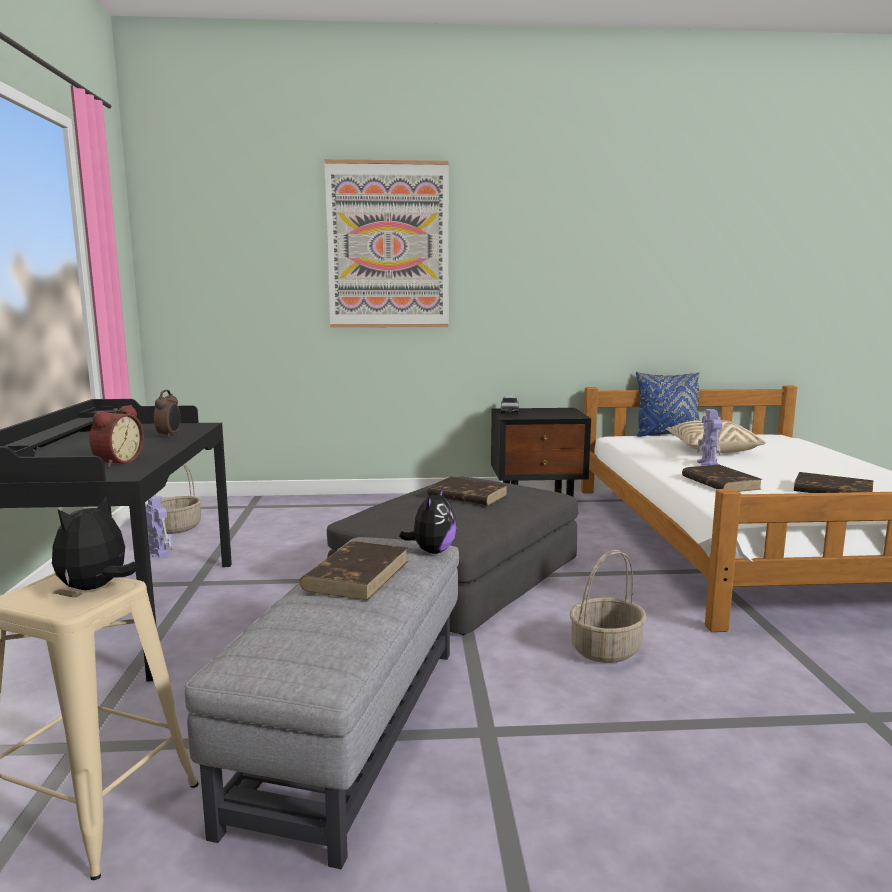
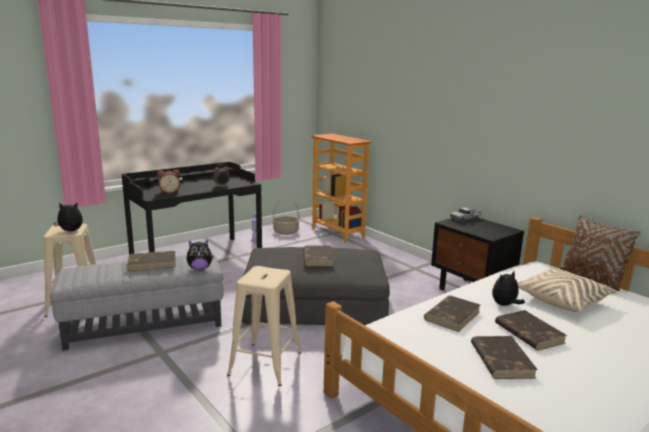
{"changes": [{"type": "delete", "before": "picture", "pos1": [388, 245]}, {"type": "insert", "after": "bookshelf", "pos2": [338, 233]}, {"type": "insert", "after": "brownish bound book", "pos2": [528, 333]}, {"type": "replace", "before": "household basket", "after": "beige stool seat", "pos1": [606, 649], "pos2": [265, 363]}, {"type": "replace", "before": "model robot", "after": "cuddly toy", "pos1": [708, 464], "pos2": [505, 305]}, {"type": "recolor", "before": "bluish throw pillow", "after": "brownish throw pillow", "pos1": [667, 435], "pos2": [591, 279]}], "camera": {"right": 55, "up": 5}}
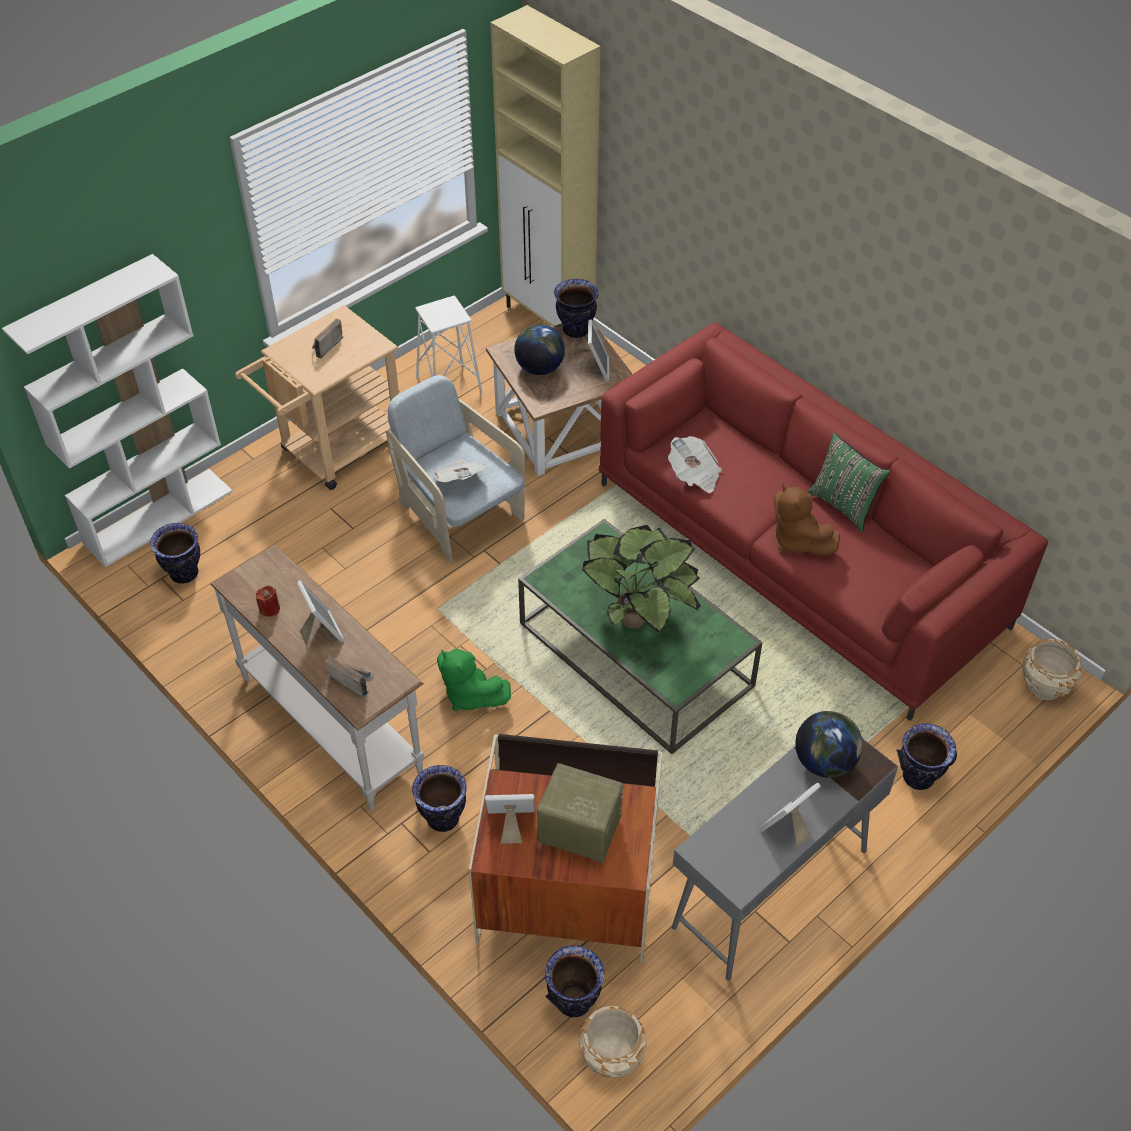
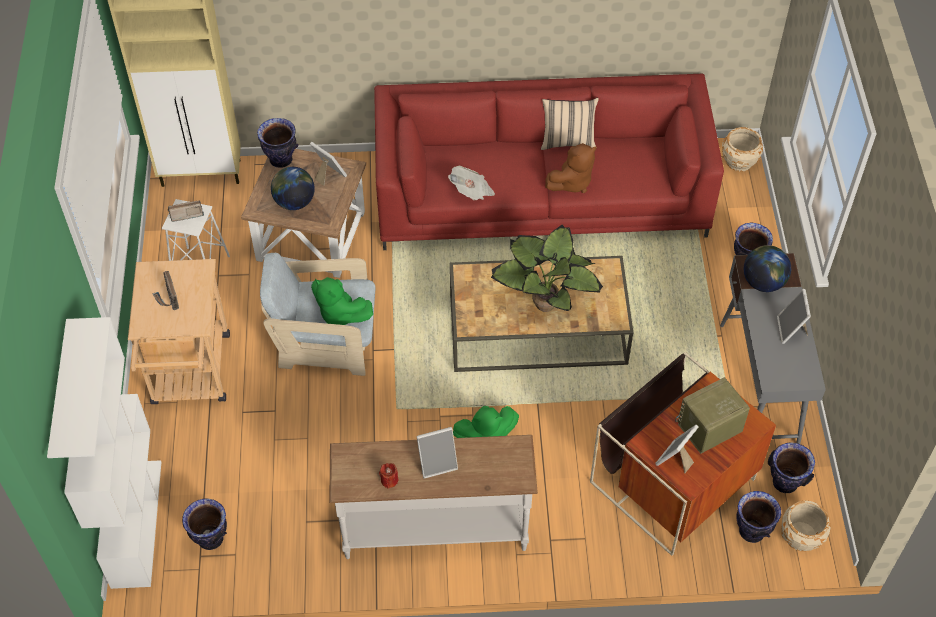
{"changes": [{"type": "move", "before": "radio", "pos1": [351, 679], "pos2": [185, 214]}, {"type": "move", "before": "decorative vase", "pos1": [442, 818], "pos2": [784, 483]}, {"type": "replace", "before": "printed paper", "after": "greenish cuddly toy", "pos1": [460, 480], "pos2": [339, 314]}, {"type": "recolor", "before": "greenish low table", "after": "brownish low table", "pos1": [636, 654], "pos2": [537, 329]}, {"type": "recolor", "before": "greenish throw pillow", "after": "beige throw pillow", "pos1": [844, 505], "pos2": [567, 141]}, {"type": "rotate", "before": "standing frame", "pos1": [321, 631], "pos2": [437, 463], "turn": 150}, {"type": "rotate", "before": "brownish cuddly toy", "pos1": [797, 540], "pos2": [572, 182], "turn": -45}], "camera": {"right": -50, "up": 5}}
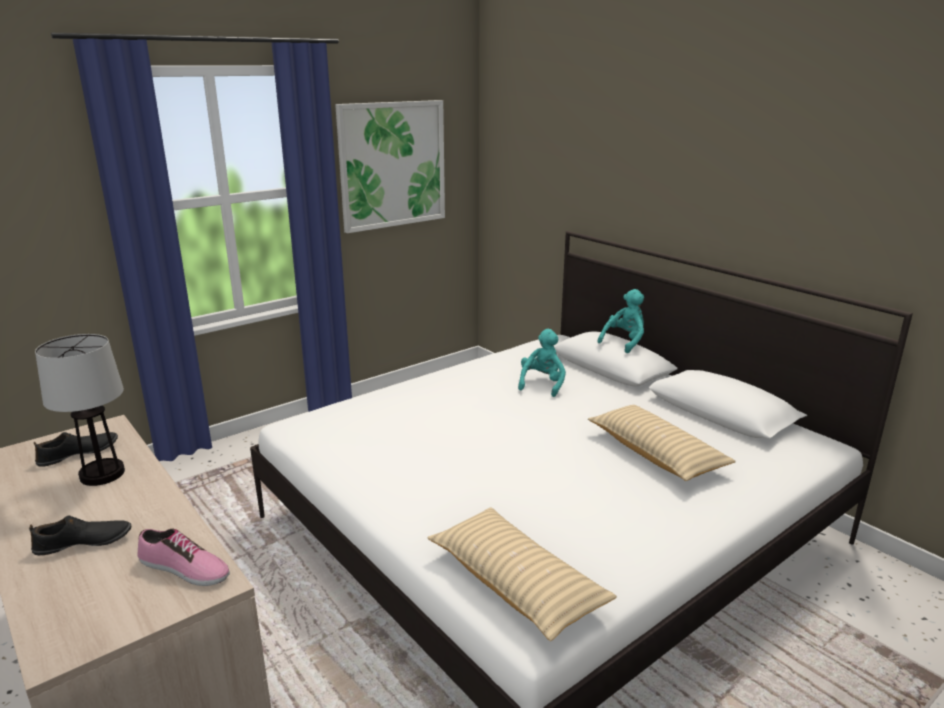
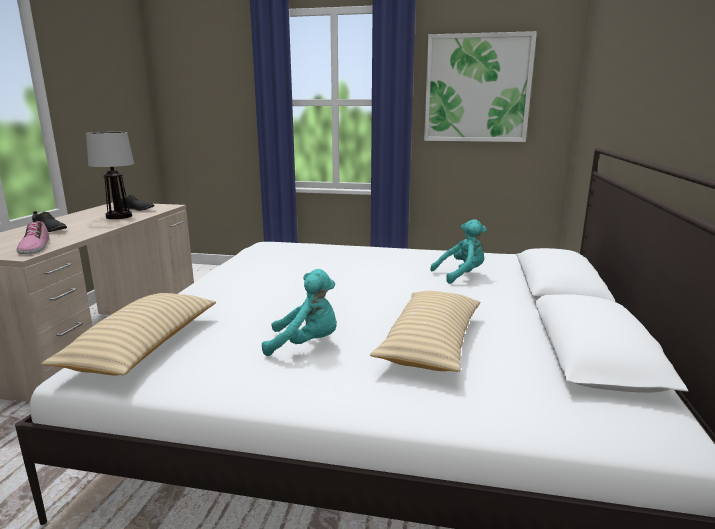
{"changes": [{"type": "move", "before": "turquoise cuddly toy", "pos1": [624, 342], "pos2": [306, 344]}], "camera": {"right": 50, "up": -5}}
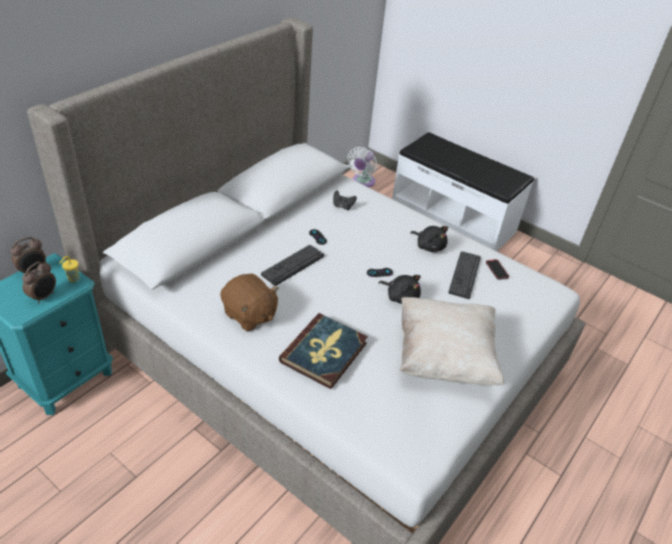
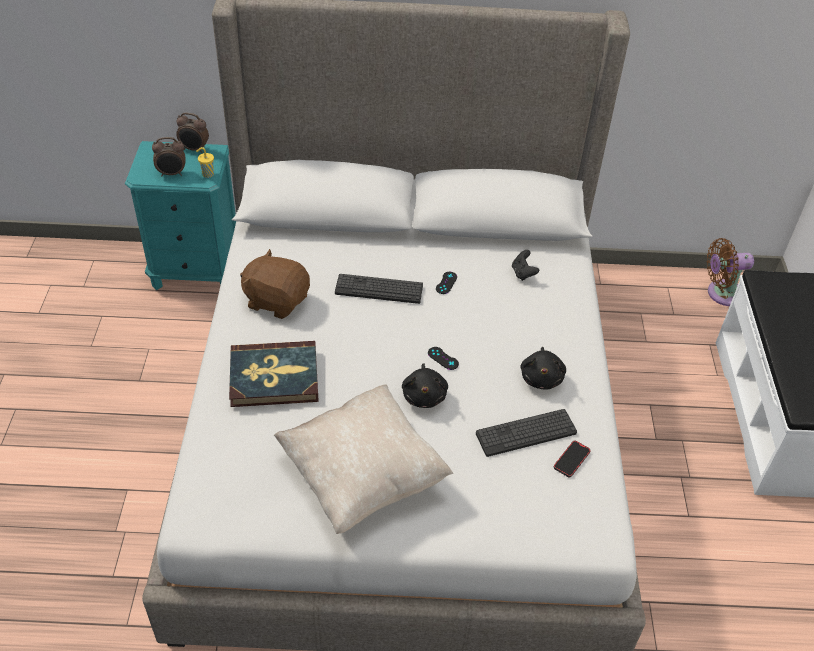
{"changes": [{"type": "recolor", "before": "whitish fan", "after": "brownish fan", "pos1": [362, 182], "pos2": [721, 293]}, {"type": "rotate", "before": "brownish cuddly toy", "pos1": [249, 315], "pos2": [276, 300], "turn": 105}], "camera": {"right": 55, "up": 5}}
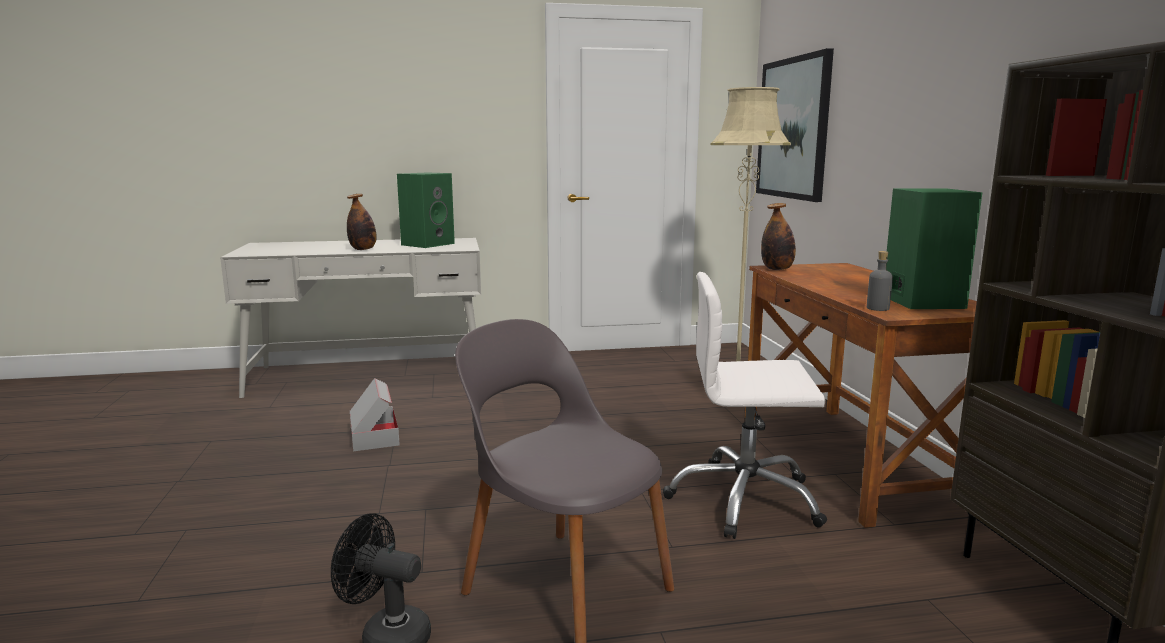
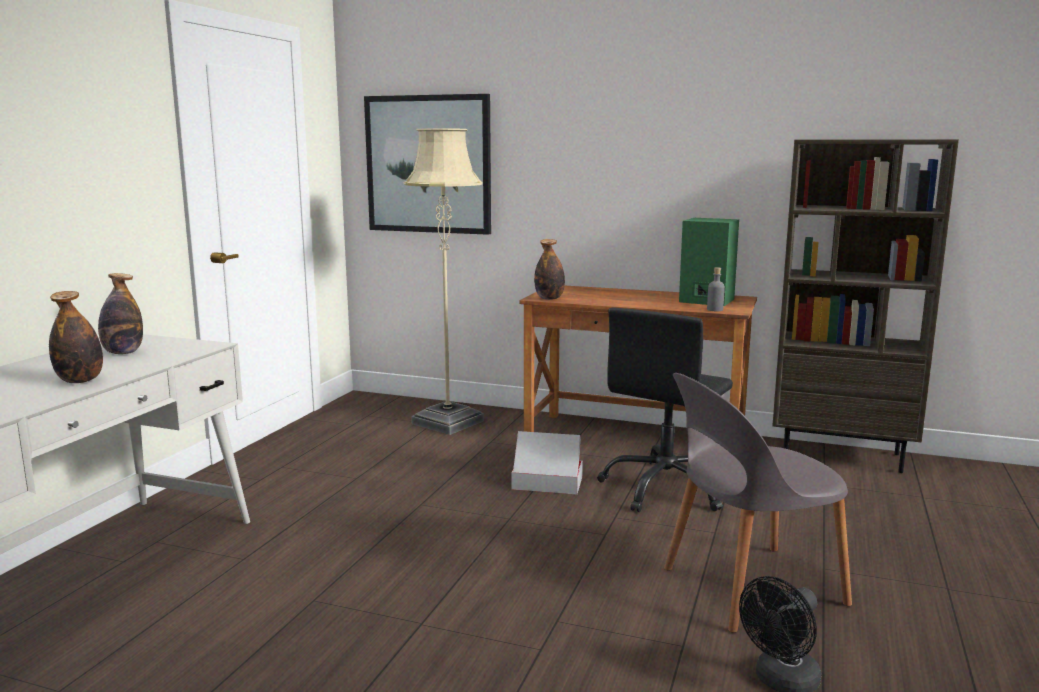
{"changes": [{"type": "move", "before": "cardboard box", "pos1": [374, 435], "pos2": [547, 483]}, {"type": "replace", "before": "greenish loudspeaker", "after": "drink bottle", "pos1": [428, 244], "pos2": [123, 353]}, {"type": "recolor", "before": "whitish computer chair", "after": "blackish computer chair", "pos1": [744, 500], "pos2": [665, 488]}], "camera": {"right": -60, "up": 0}}
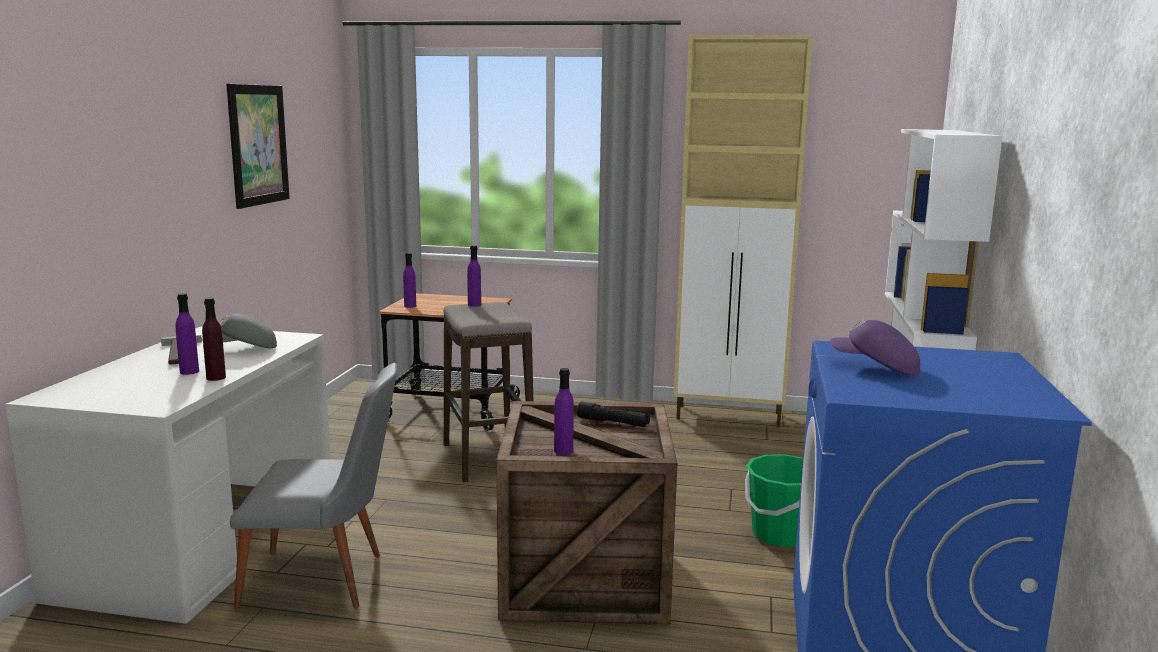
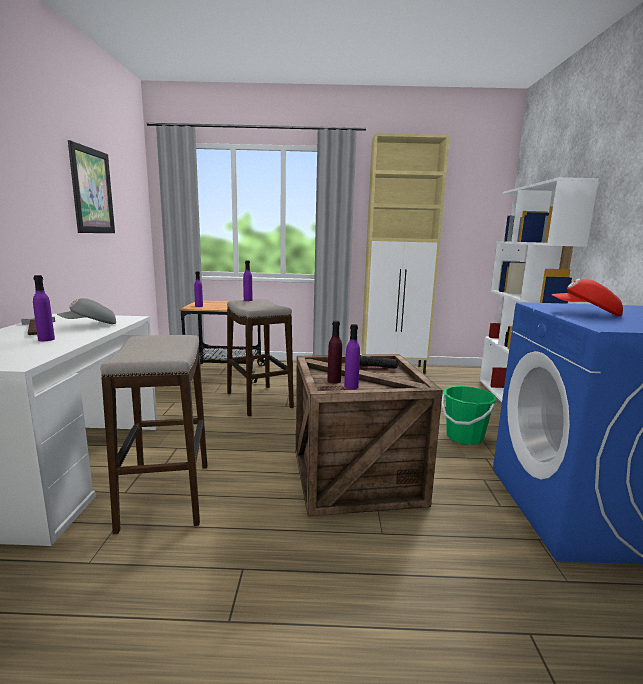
{"changes": [{"type": "move", "before": "purple-coloured drink bottle", "pos1": [216, 378], "pos2": [334, 381]}, {"type": "replace", "before": "greyish chair", "after": "stool seat", "pos1": [327, 581], "pos2": [166, 496]}, {"type": "recolor", "before": "purple-coloured peaked cap", "after": "red-coloured peaked cap", "pos1": [875, 368], "pos2": [585, 313]}], "camera": {"right": -10, "up": 0}}
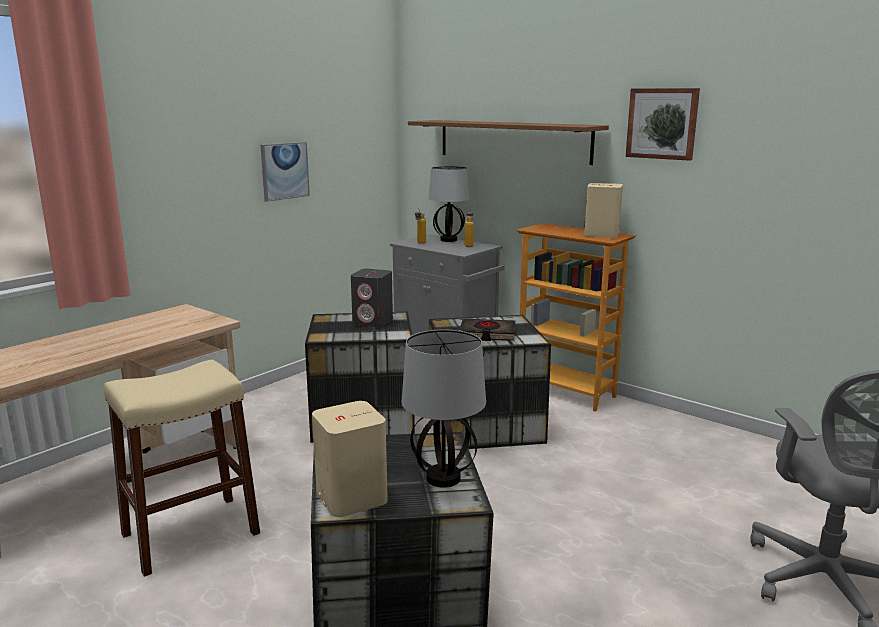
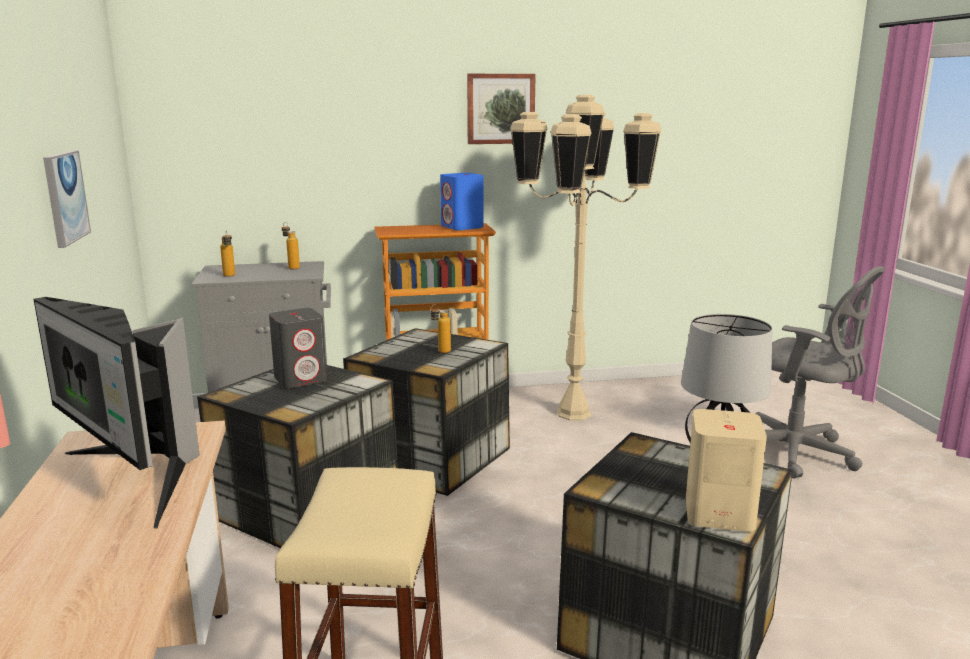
{"changes": [{"type": "delete", "before": "brownish bracket shelf", "pos1": [513, 141]}, {"type": "delete", "before": "table lamp", "pos1": [449, 240]}, {"type": "insert", "after": "monitor", "pos2": [136, 477]}, {"type": "insert", "after": "beige standing lamp", "pos2": [574, 413]}, {"type": "replace", "before": "blackish bound book", "after": "drink bottle", "pos1": [487, 334], "pos2": [440, 352]}, {"type": "recolor", "before": "beige loudspeaker", "after": "bluish loudspeaker", "pos1": [601, 234], "pos2": [462, 227]}], "camera": {"right": -50, "up": 0}}
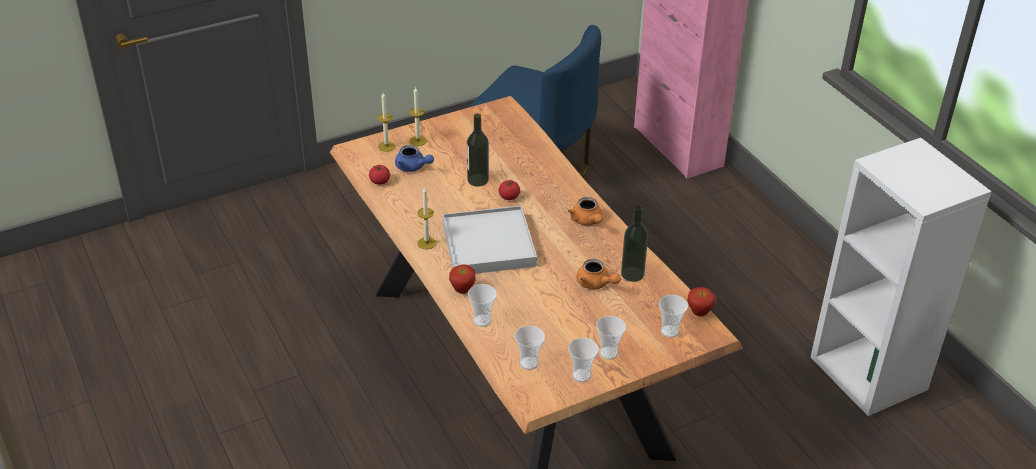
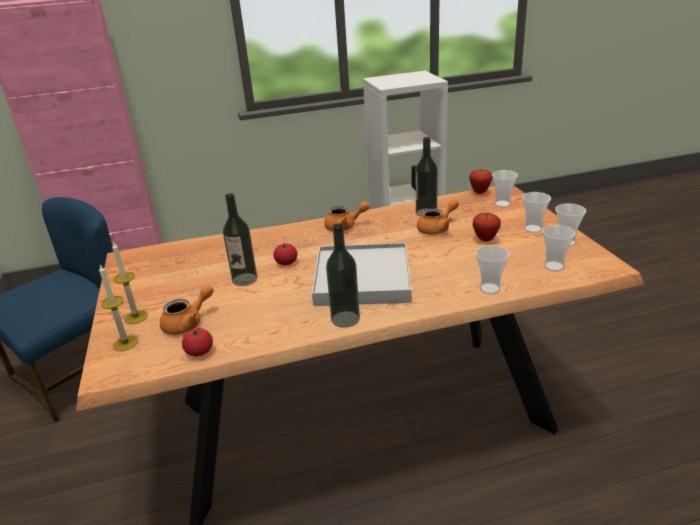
{"changes": [{"type": "move", "before": "apple fruit", "pos1": [462, 290], "pos2": [485, 240]}, {"type": "replace", "before": "candle", "after": "drink bottle", "pos1": [426, 243], "pos2": [345, 319]}, {"type": "recolor", "before": "bluish teapot", "after": "orangey teapot", "pos1": [413, 167], "pos2": [188, 323]}], "camera": {"right": -75, "up": -10}}
